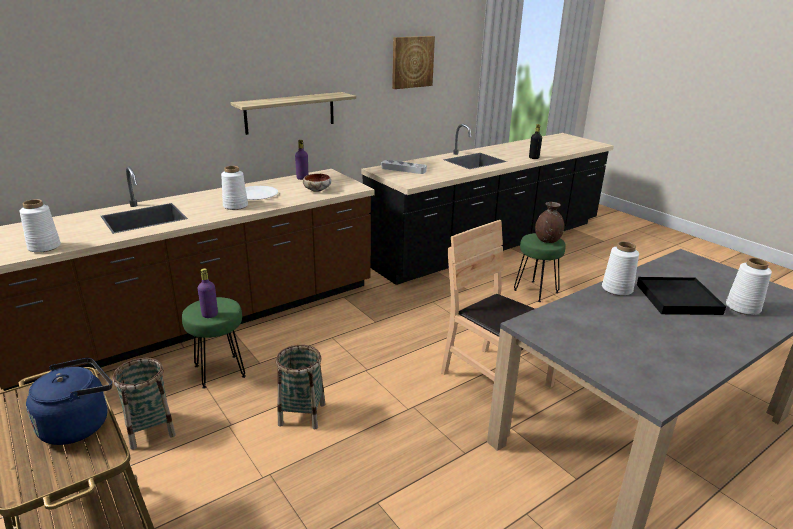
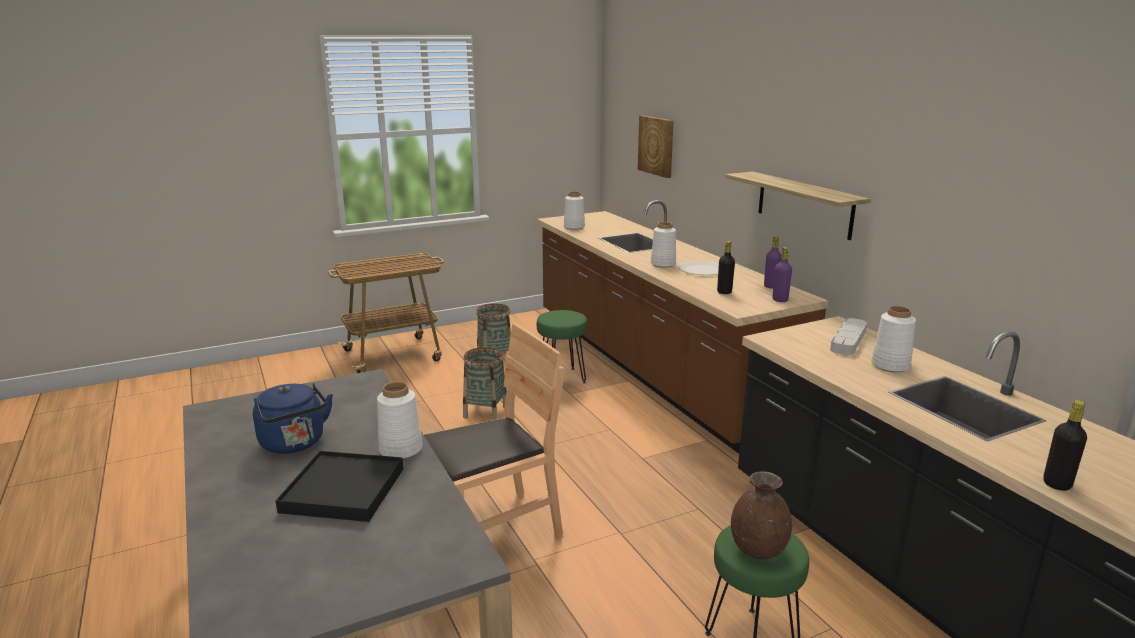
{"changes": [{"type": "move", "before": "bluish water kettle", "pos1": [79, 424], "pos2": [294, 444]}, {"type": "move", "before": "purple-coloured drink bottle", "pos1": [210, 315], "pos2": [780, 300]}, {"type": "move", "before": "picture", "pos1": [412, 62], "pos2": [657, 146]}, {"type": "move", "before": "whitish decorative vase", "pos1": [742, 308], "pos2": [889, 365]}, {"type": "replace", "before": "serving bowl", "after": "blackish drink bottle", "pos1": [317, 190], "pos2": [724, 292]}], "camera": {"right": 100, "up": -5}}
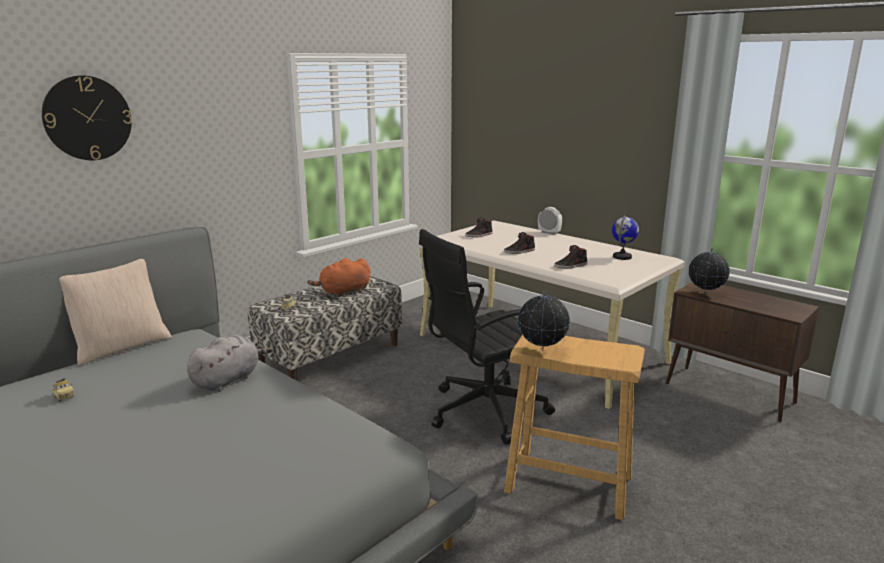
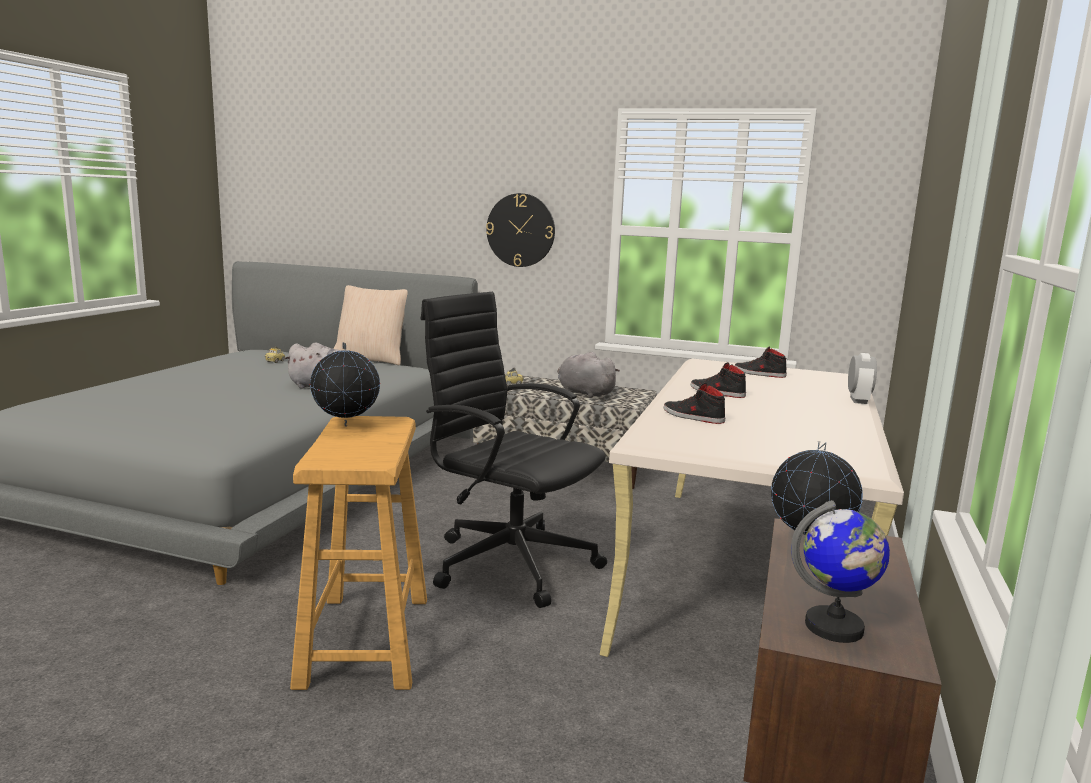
{"changes": [{"type": "move", "before": "wall clock", "pos1": [87, 118], "pos2": [520, 230]}, {"type": "move", "before": "desk globe", "pos1": [622, 257], "pos2": [834, 627]}, {"type": "recolor", "before": "orangey cuddly toy", "after": "greyish cuddly toy", "pos1": [343, 292], "pos2": [583, 393]}], "camera": {"right": 65, "up": -5}}
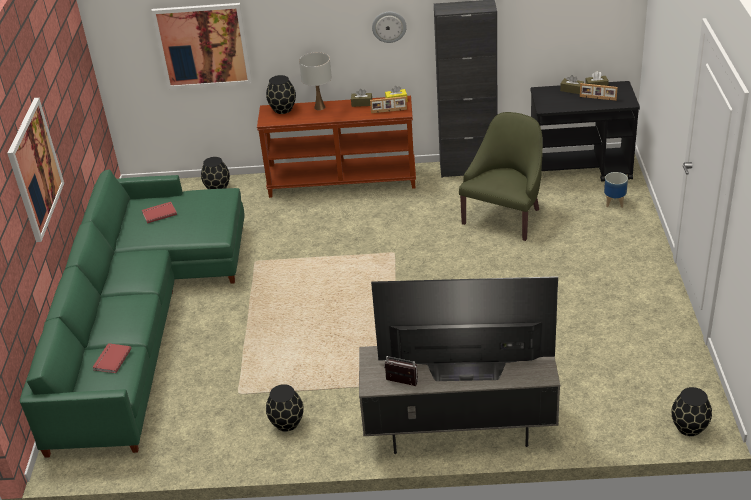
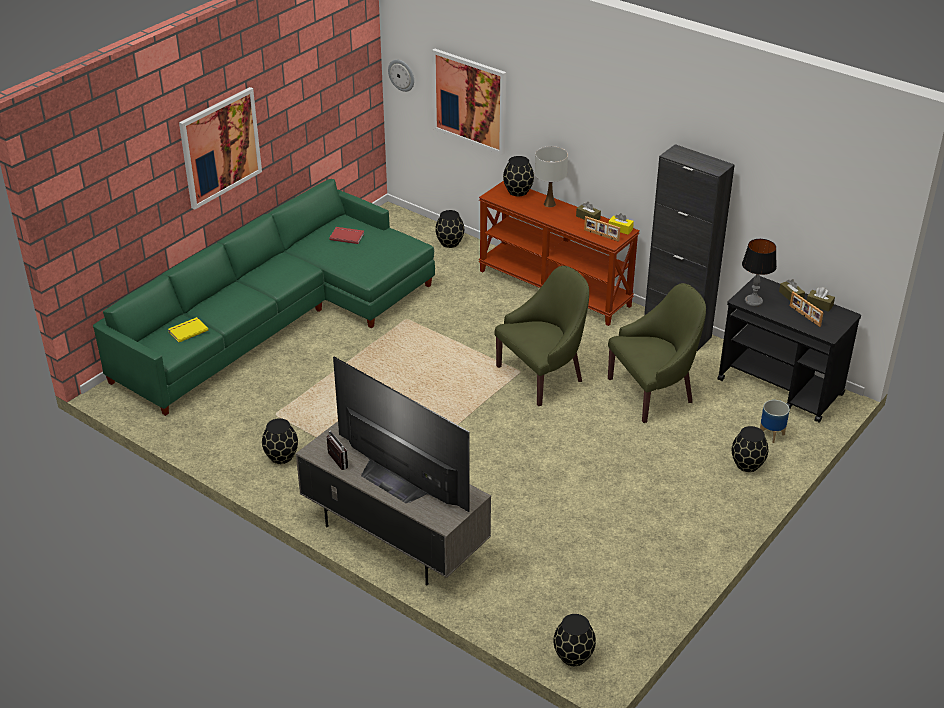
{"changes": [{"type": "insert", "after": "greenish lounge chair", "pos2": [543, 375]}, {"type": "insert", "after": "blackish decorative vase", "pos2": [746, 464]}, {"type": "insert", "after": "table lamp", "pos2": [753, 301]}, {"type": "move", "before": "wall clock", "pos1": [389, 26], "pos2": [402, 75]}, {"type": "recolor", "before": "red-coloured bound book", "after": "yellow-coloured bound book", "pos1": [111, 359], "pos2": [187, 330]}], "camera": {"right": 35, "up": 0}}
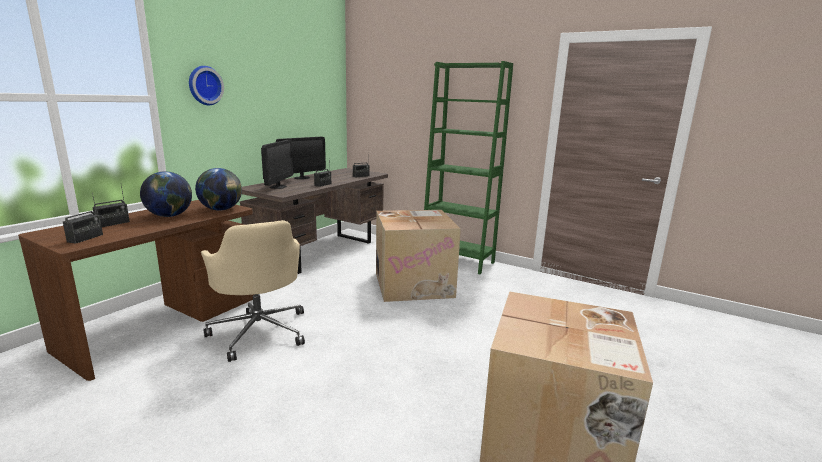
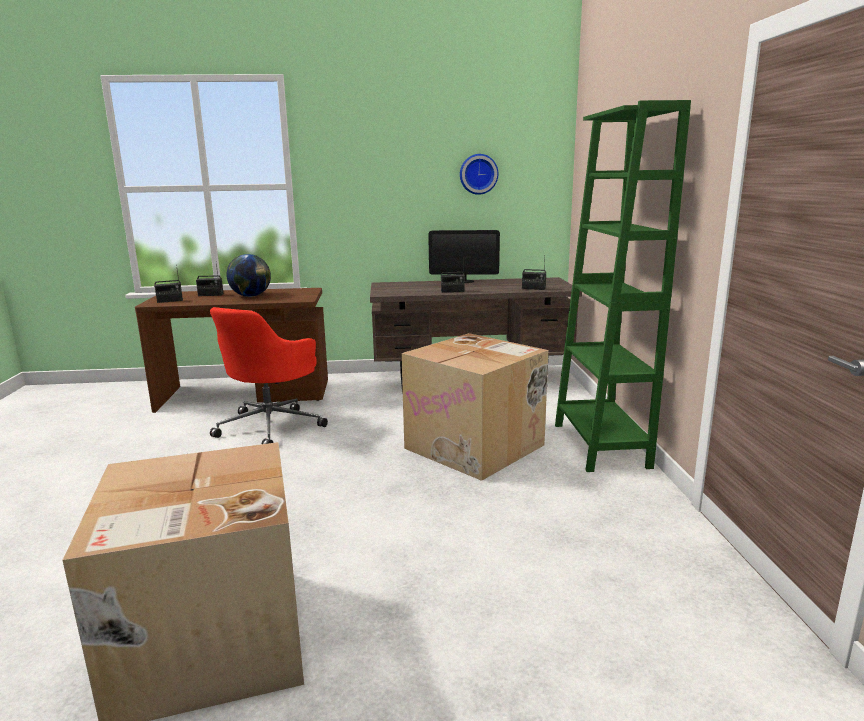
{"changes": [{"type": "delete", "before": "desk globe", "pos1": [221, 209]}, {"type": "delete", "before": "monitor", "pos1": [278, 187]}, {"type": "move", "before": "wall clock", "pos1": [204, 85], "pos2": [478, 174]}, {"type": "recolor", "before": "beige computer chair", "after": "red-coloured computer chair", "pos1": [259, 331], "pos2": [271, 426]}], "camera": {"right": 55, "up": 0}}
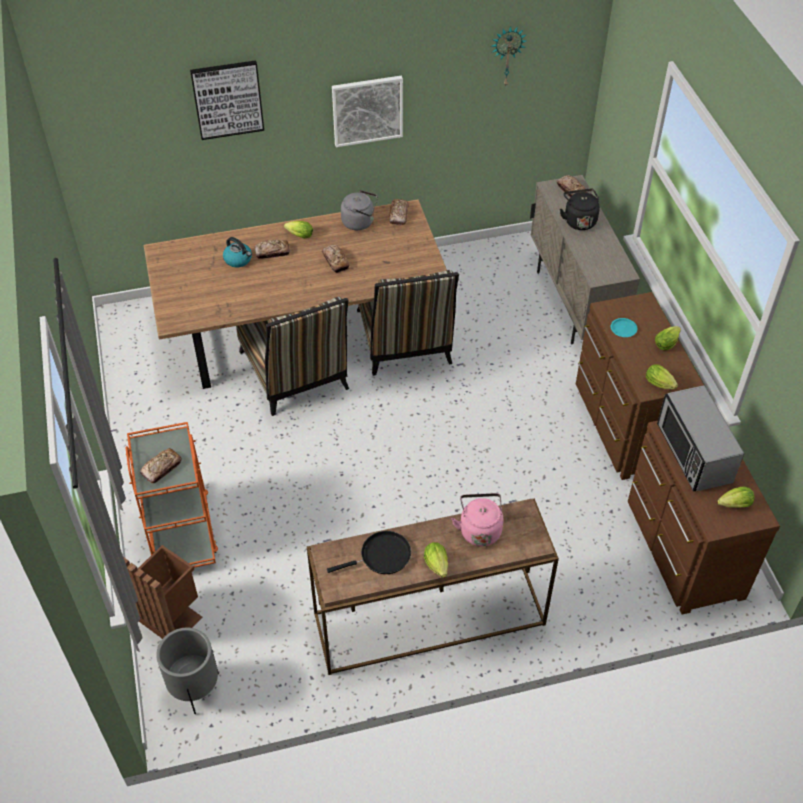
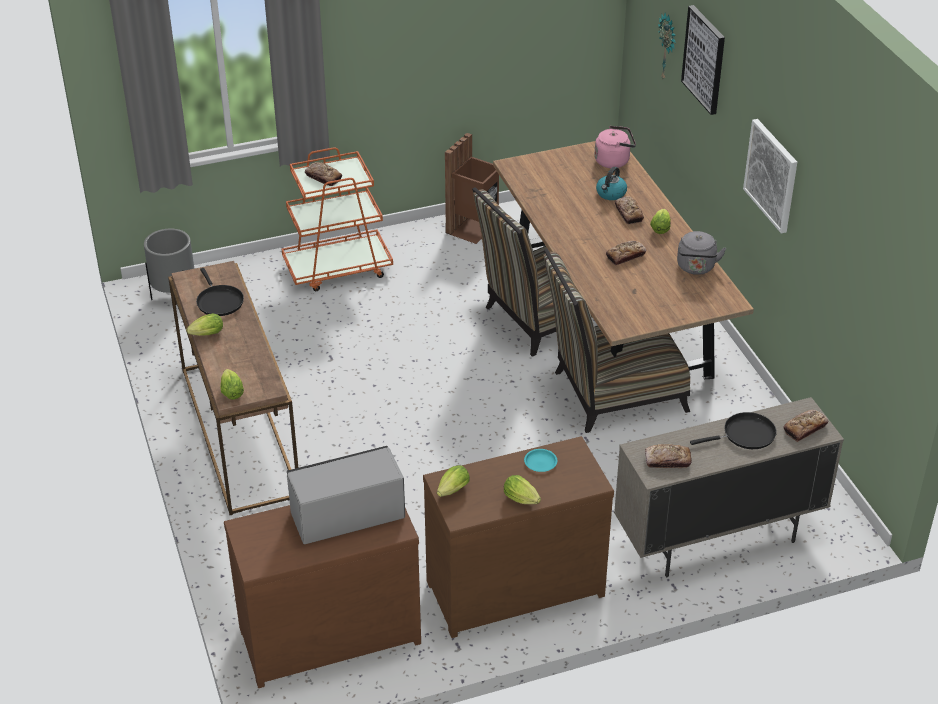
{"changes": [{"type": "move", "before": "brownish waste bin", "pos1": [172, 617], "pos2": [473, 228]}, {"type": "move", "before": "bakery bread", "pos1": [399, 215], "pos2": [667, 460]}, {"type": "move", "before": "pink water kettle", "pos1": [479, 529], "pos2": [614, 161]}, {"type": "move", "before": "wall clock", "pos1": [507, 55], "pos2": [668, 47]}, {"type": "move", "before": "lettuce", "pos1": [733, 505], "pos2": [231, 391]}, {"type": "replace", "before": "blackish water kettle", "after": "blackish skillet", "pos1": [579, 220], "pos2": [745, 435]}], "camera": {"right": 85, "up": -10}}
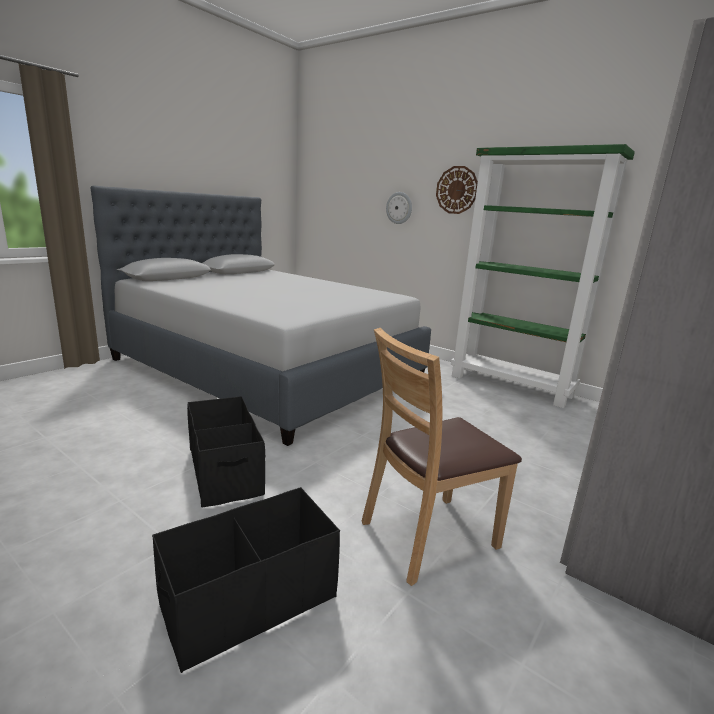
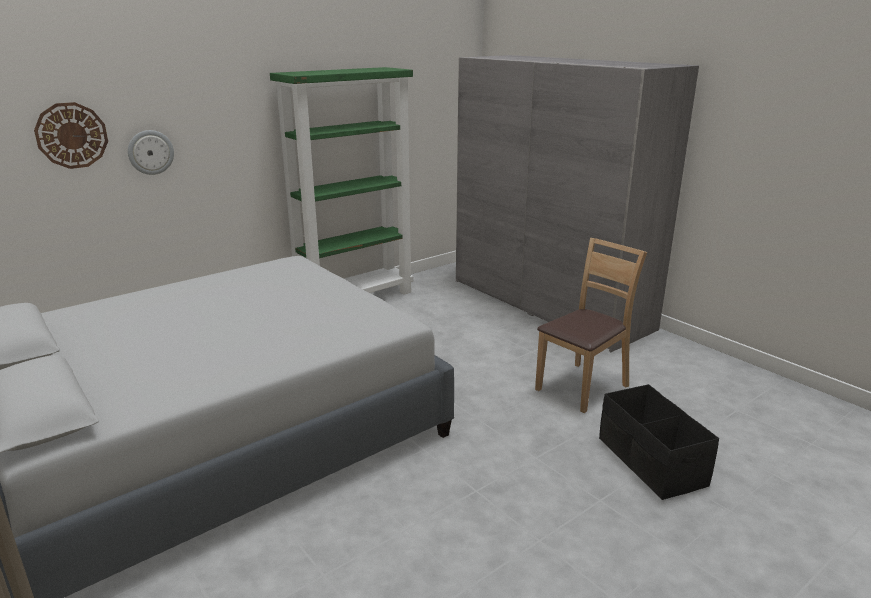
{"changes": [{"type": "delete", "before": "blackish storage container", "pos1": [225, 471]}, {"type": "move", "before": "wall clock", "pos1": [457, 190], "pos2": [72, 135]}, {"type": "rotate", "before": "brownish chair", "pos1": [428, 536], "pos2": [582, 387], "turn": -120}], "camera": {"right": -75, "up": 5}}
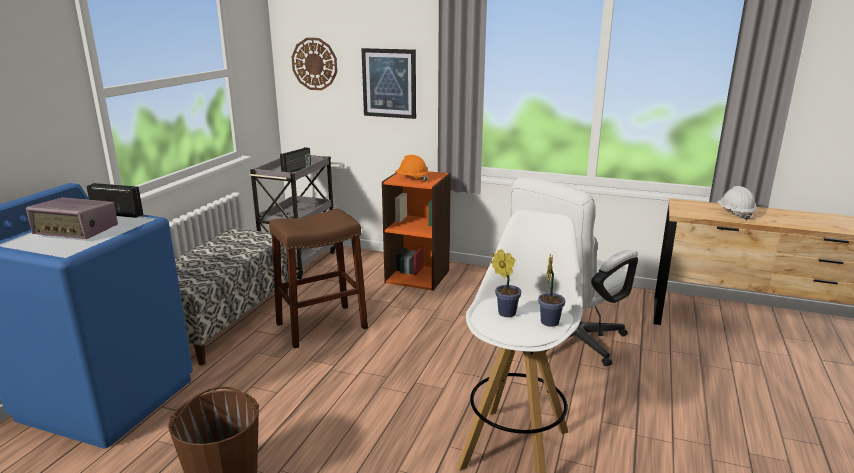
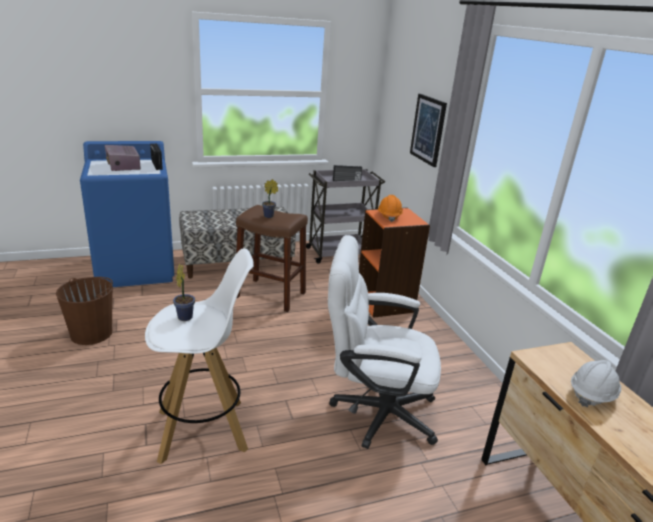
{"changes": [{"type": "delete", "before": "wall clock", "pos1": [314, 64]}, {"type": "move", "before": "potted plant", "pos1": [550, 321], "pos2": [270, 216]}], "camera": {"right": 50, "up": 5}}
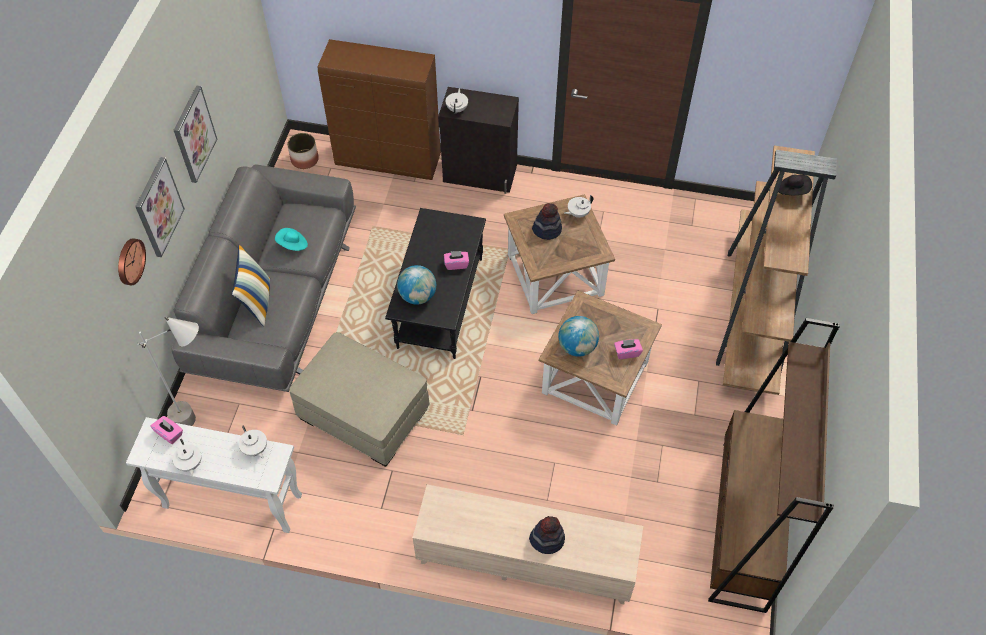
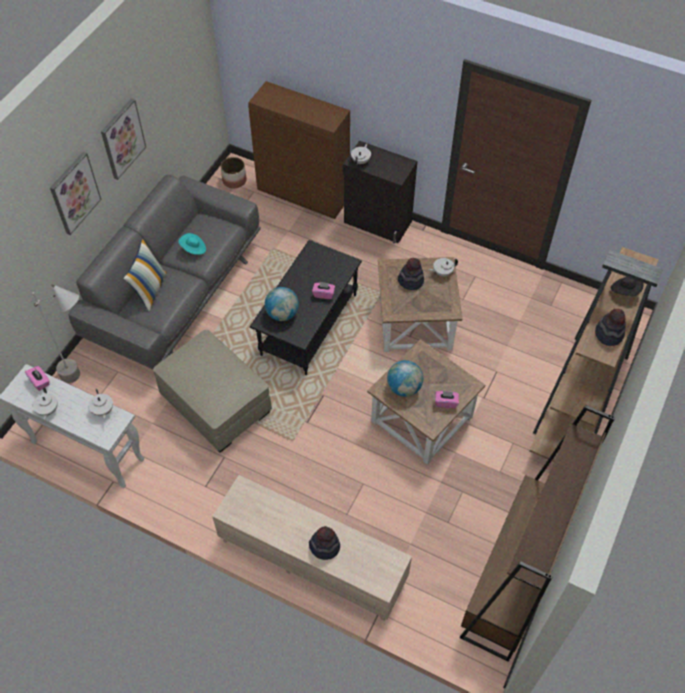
{"changes": [{"type": "delete", "before": "wall clock", "pos1": [129, 261]}, {"type": "insert", "after": "clothing hat", "pos2": [609, 334]}], "camera": {"right": 15, "up": 0}}
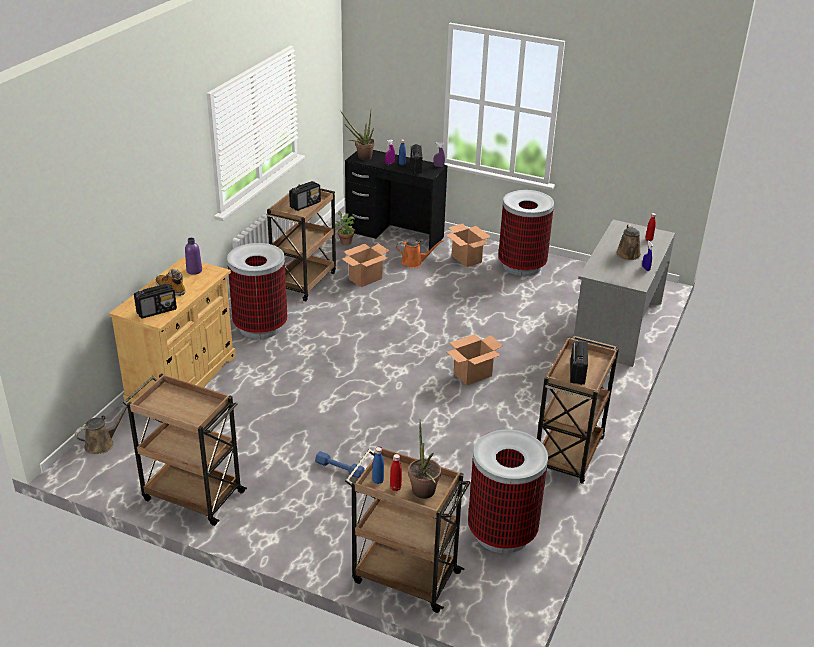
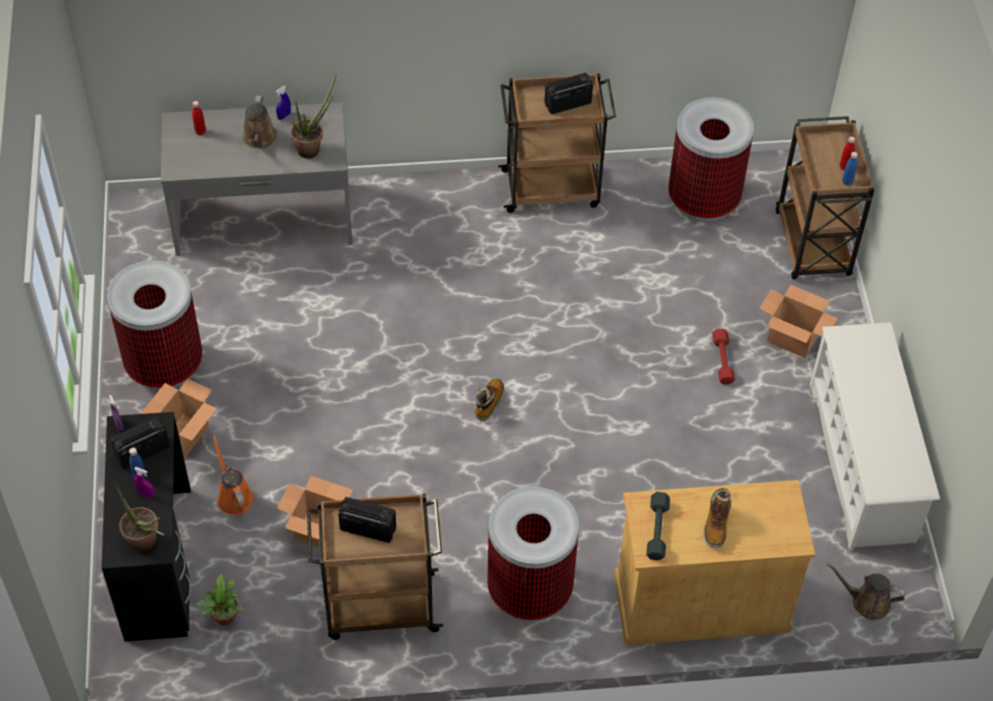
{"changes": [{"type": "delete", "before": "radio", "pos1": [157, 311]}, {"type": "insert", "after": "tall boot", "pos2": [489, 403]}, {"type": "move", "before": "potted plant", "pos1": [424, 494], "pos2": [312, 147]}, {"type": "move", "before": "cardboard box", "pos1": [472, 375], "pos2": [792, 339]}, {"type": "replace", "before": "brownish trolley", "after": "whitish shoe rack", "pos1": [191, 495], "pos2": [862, 463]}, {"type": "replace", "before": "purple-coloured drink bottle", "after": "greyish free weight", "pos1": [194, 270], "pos2": [657, 529]}, {"type": "recolor", "before": "bluish free weight", "after": "red-coloured free weight", "pos1": [339, 469], "pos2": [723, 360]}, {"type": "rotate", "before": "brownish watering pot", "pos1": [629, 255], "pos2": [259, 139], "turn": 120}], "camera": {"right": -120, "up": 20}}
